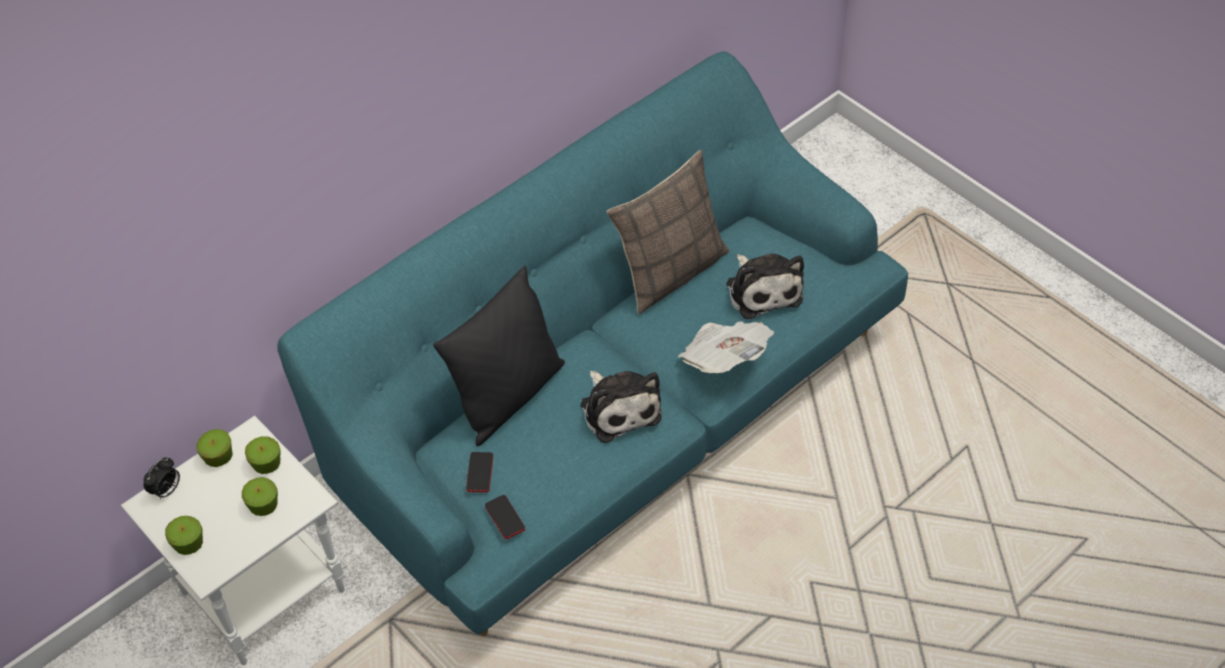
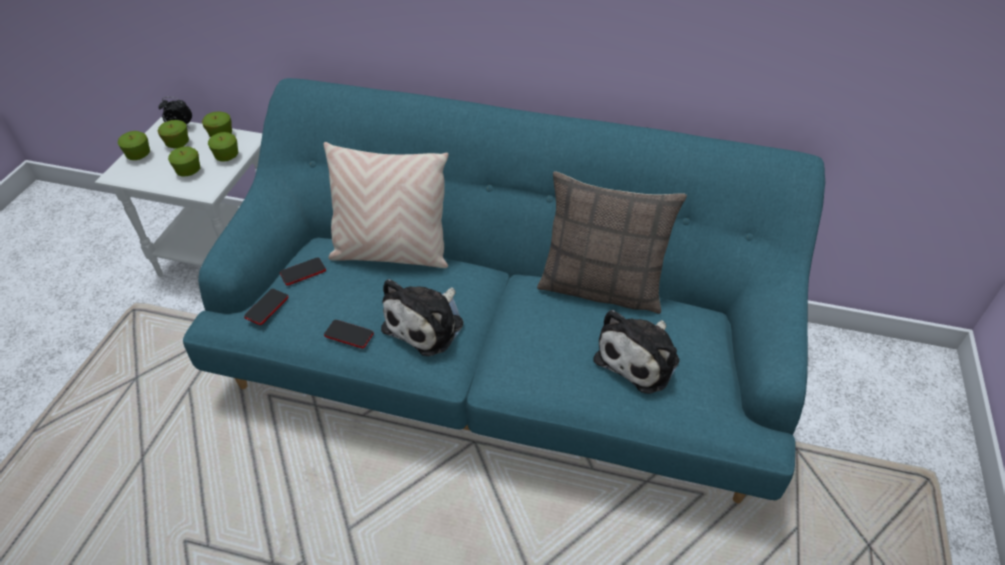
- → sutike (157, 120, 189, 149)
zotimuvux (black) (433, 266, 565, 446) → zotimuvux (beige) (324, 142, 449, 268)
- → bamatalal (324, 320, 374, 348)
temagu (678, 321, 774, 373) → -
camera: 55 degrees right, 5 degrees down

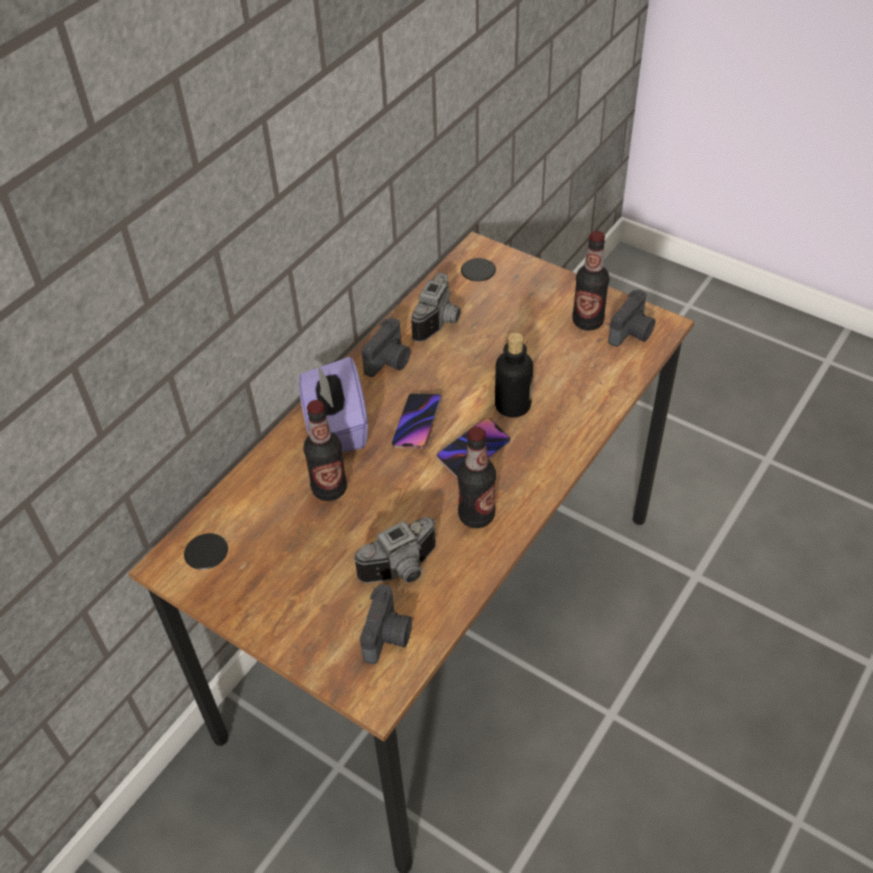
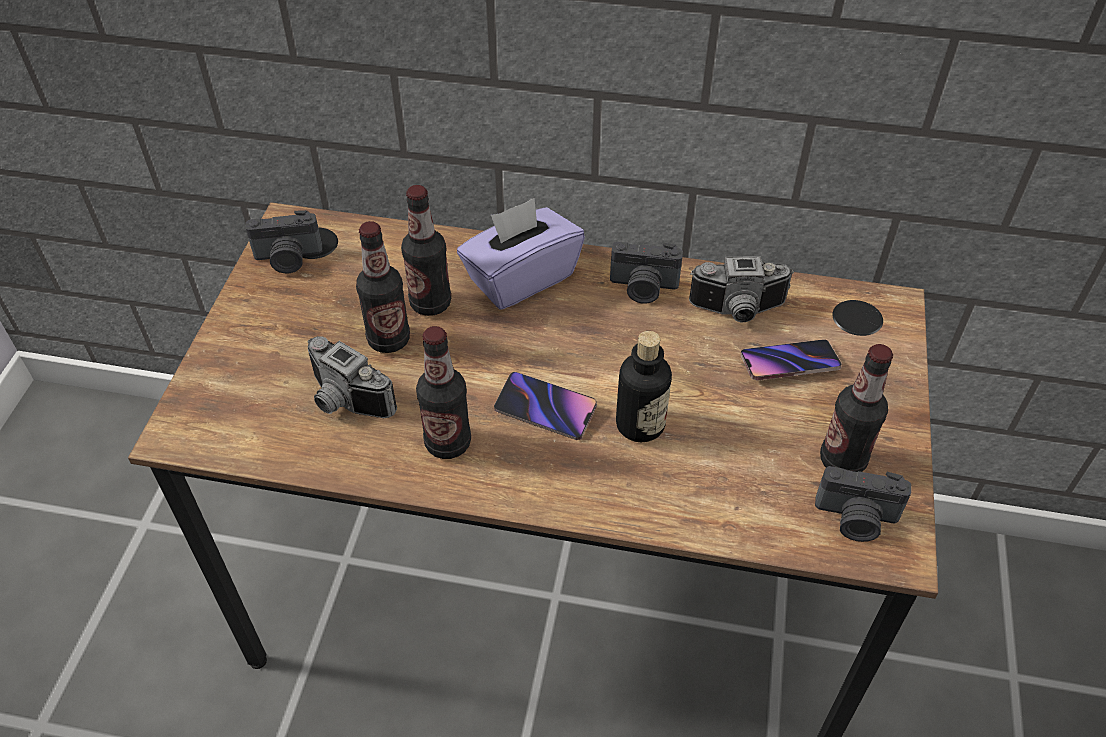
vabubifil (360, 584, 412, 664) → vabubifil (246, 210, 322, 273), move
- → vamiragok (356, 221, 410, 353)
bamatalal (391, 393, 442, 449) → bamatalal (741, 340, 842, 381), move
camera: 65 degrees right, 0 degrees up

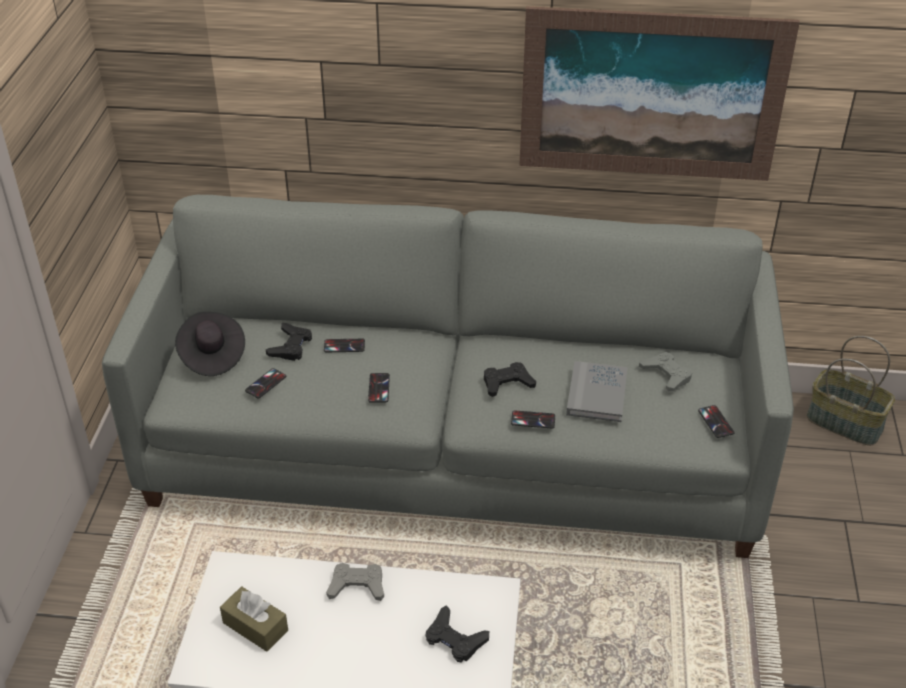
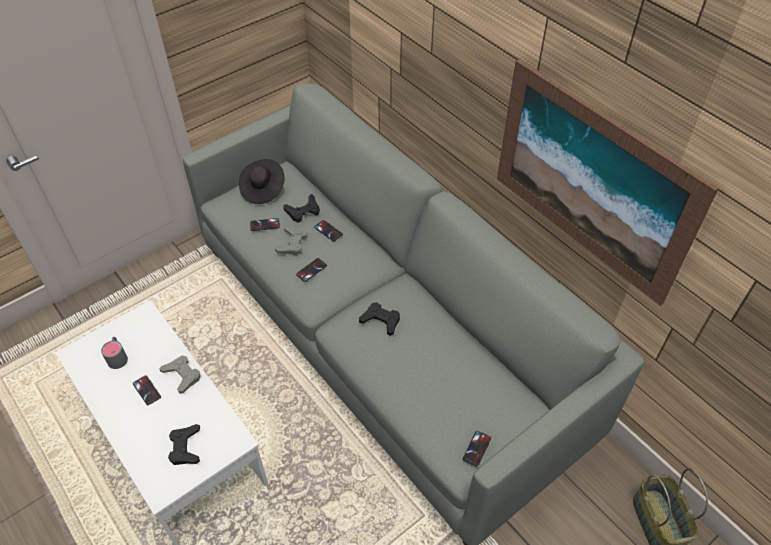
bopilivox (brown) (220, 587, 288, 652) → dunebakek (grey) (101, 337, 128, 369)
bamatalal (511, 411, 555, 428) → bamatalal (133, 375, 161, 405), move
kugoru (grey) (639, 352, 692, 392) → kugoru (grey) (275, 225, 308, 255), move
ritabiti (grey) (566, 361, 628, 422) → -
camera: 45 degrees right, 10 degrees up

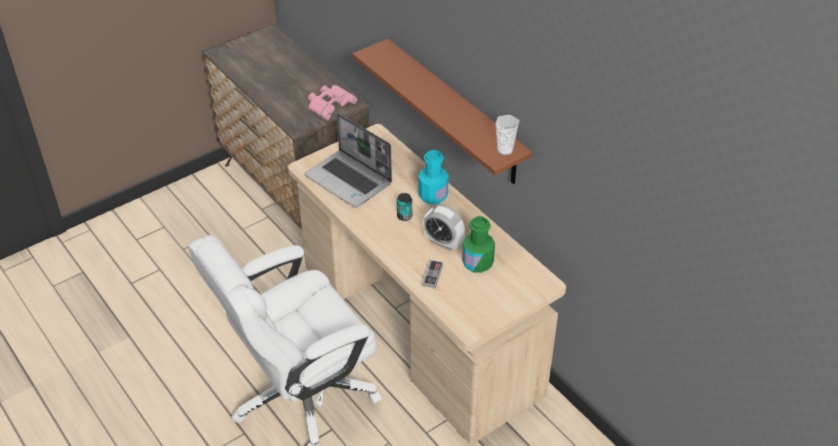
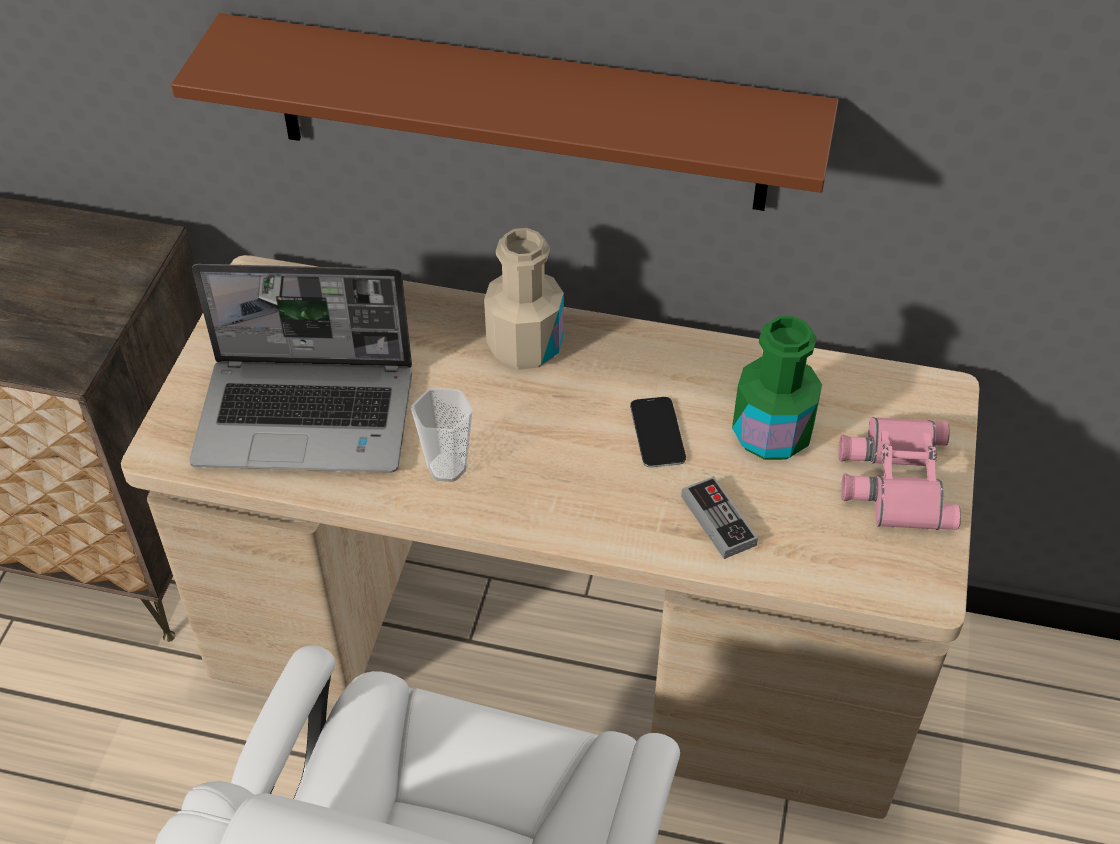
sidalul (495, 115, 519, 155) → sidalul (411, 388, 473, 482), move
vamiragok (turquoise) (418, 150, 449, 204) → vamiragok (beige) (484, 228, 564, 370)
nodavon (423, 205, 465, 251) → bamatalal (630, 397, 686, 468)
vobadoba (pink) (308, 85, 357, 120) → vobadoba (pink) (838, 417, 961, 530), move
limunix (397, 193, 412, 221) → -
camera: 40 degrees left, 5 degrees up

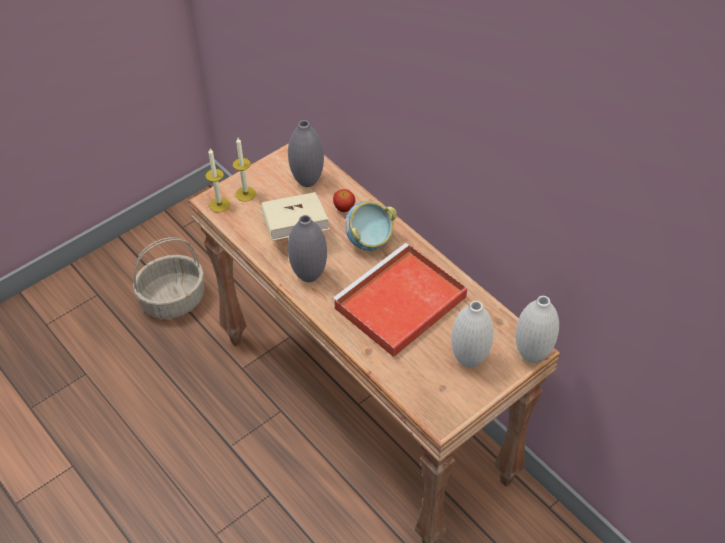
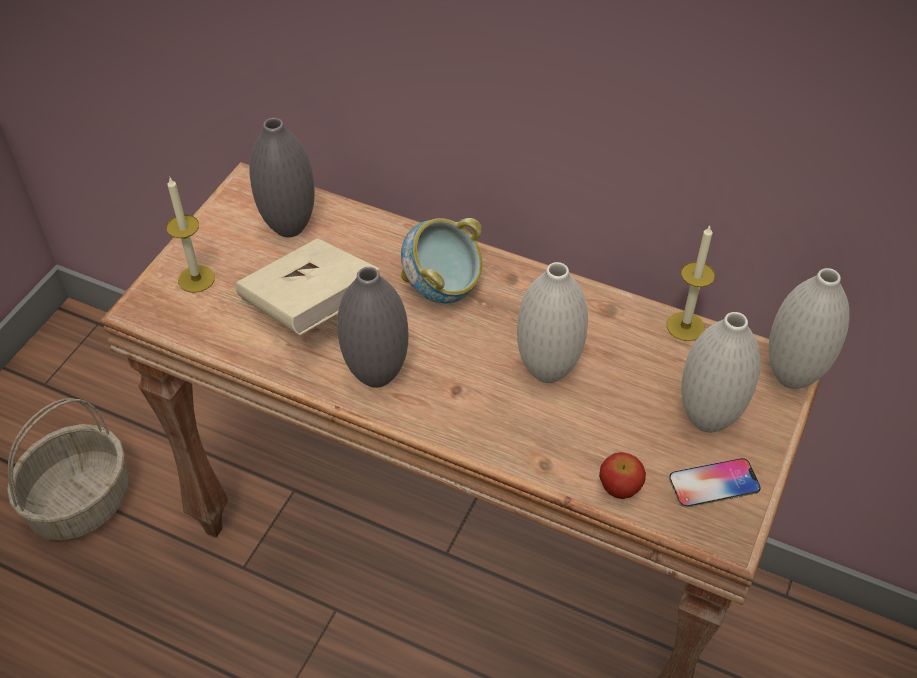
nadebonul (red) (332, 243, 468, 357) → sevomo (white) (517, 262, 588, 383)
sutike (333, 189, 355, 212) → sutike (599, 452, 646, 499), move
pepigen (205, 148, 230, 213) → pepigen (667, 225, 715, 341), move
- → bamatalal (669, 458, 761, 508)
camera: 25 degrees left, 0 degrees up

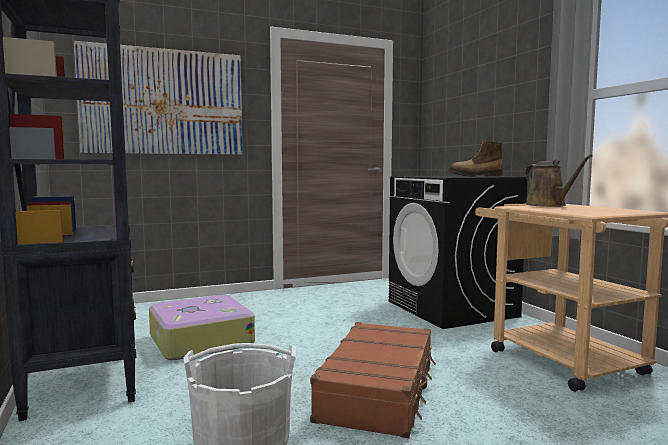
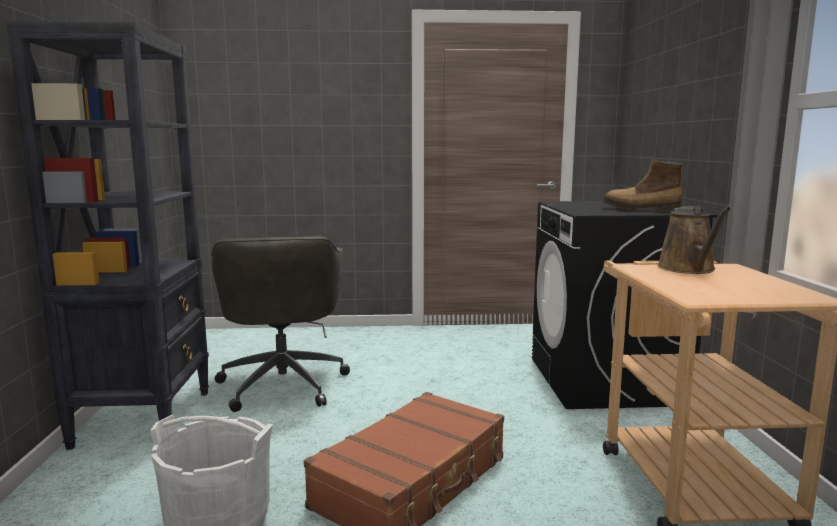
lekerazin (149, 295, 255, 360) → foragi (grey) (211, 236, 350, 412)
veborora (74, 41, 243, 155) → -
camera: 20 degrees right, 5 degrees up

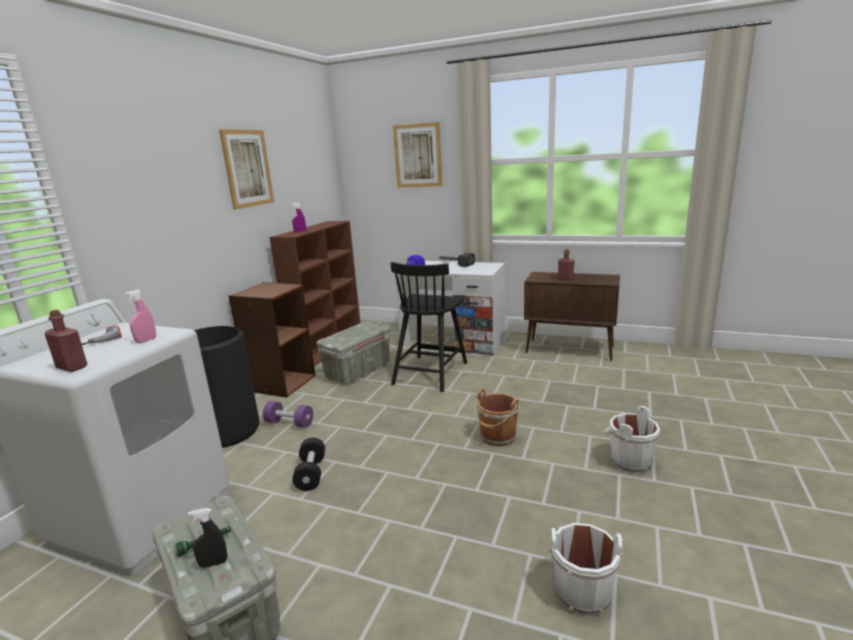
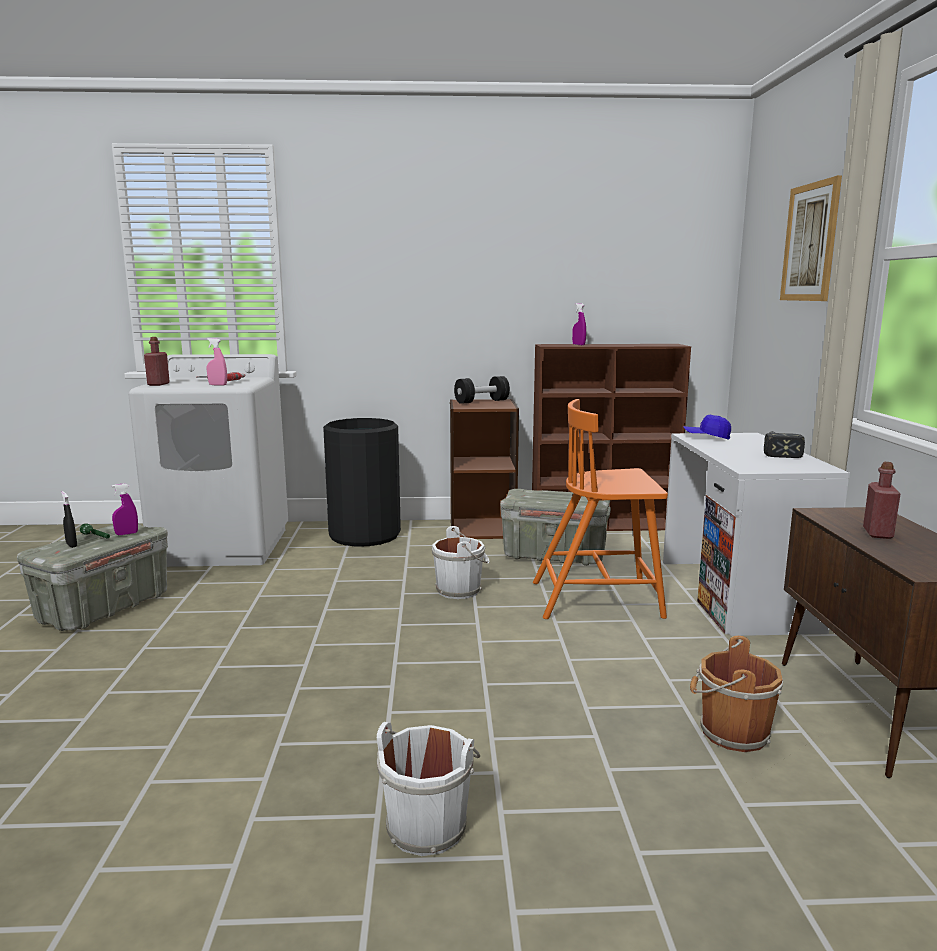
- → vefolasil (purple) (112, 483, 138, 535)
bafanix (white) (548, 523, 623, 616) → bafanix (white) (432, 526, 489, 599), move
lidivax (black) (292, 438, 325, 491) → lidivax (black) (454, 376, 510, 404), move
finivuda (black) (391, 262, 467, 392) → finivuda (orange) (533, 399, 668, 619)
bafanix (brown) (474, 389, 520, 446) → bafanix (brown) (690, 636, 783, 752), move
veborora (219, 129, 274, 209) → -
lidivax (purple) (263, 401, 313, 428) → -
camera: 65 degrees right, 5 degrees down

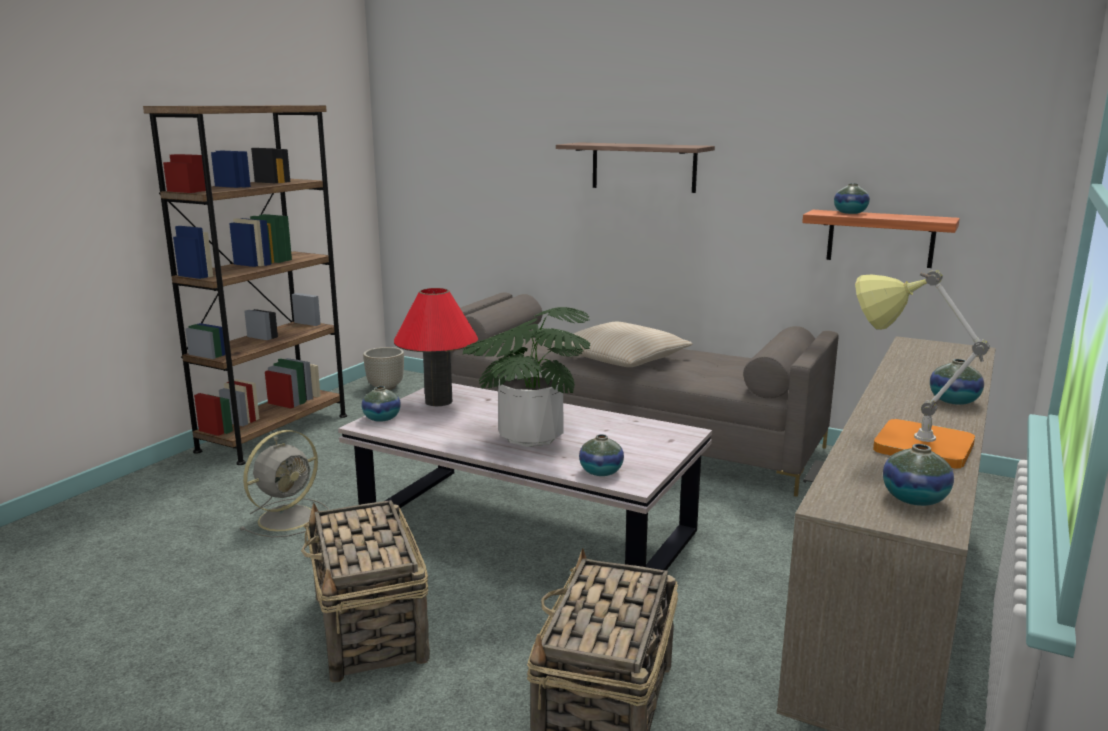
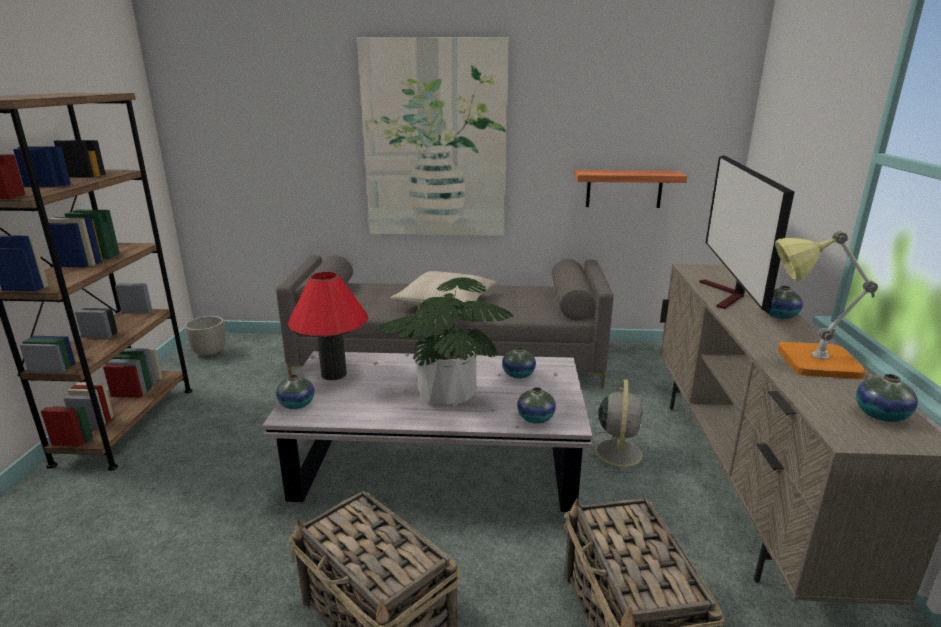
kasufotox (556, 142, 715, 193) → veborora (357, 37, 509, 236)
sevomo (834, 183, 870, 214) → sevomo (502, 347, 536, 378), move
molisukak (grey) (240, 430, 329, 537) → molisukak (grey) (585, 379, 653, 473), move
- → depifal (699, 155, 795, 313)
camera: 25 degrees left, 5 degrees up

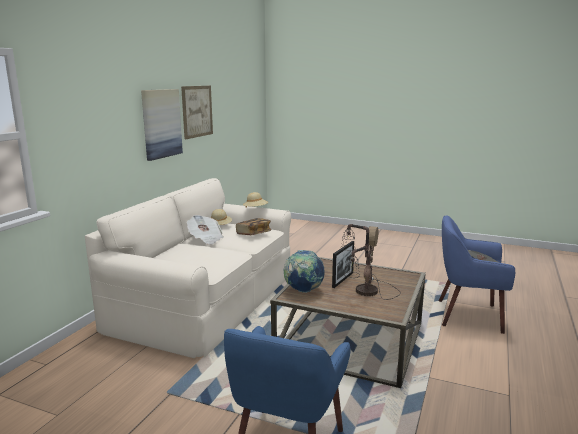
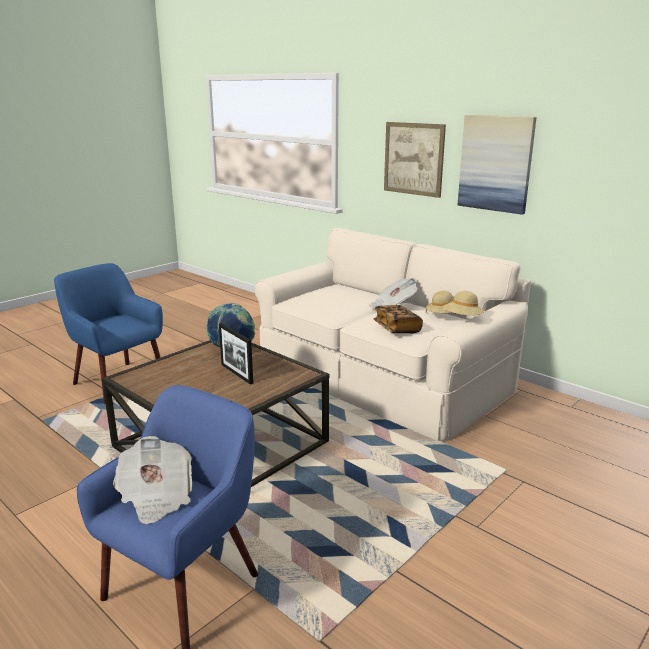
veborora (181, 86, 213, 139) → veborora (384, 122, 446, 198), move
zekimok (341, 224, 401, 300) → -
camera: 110 degrees right, 5 degrees up

